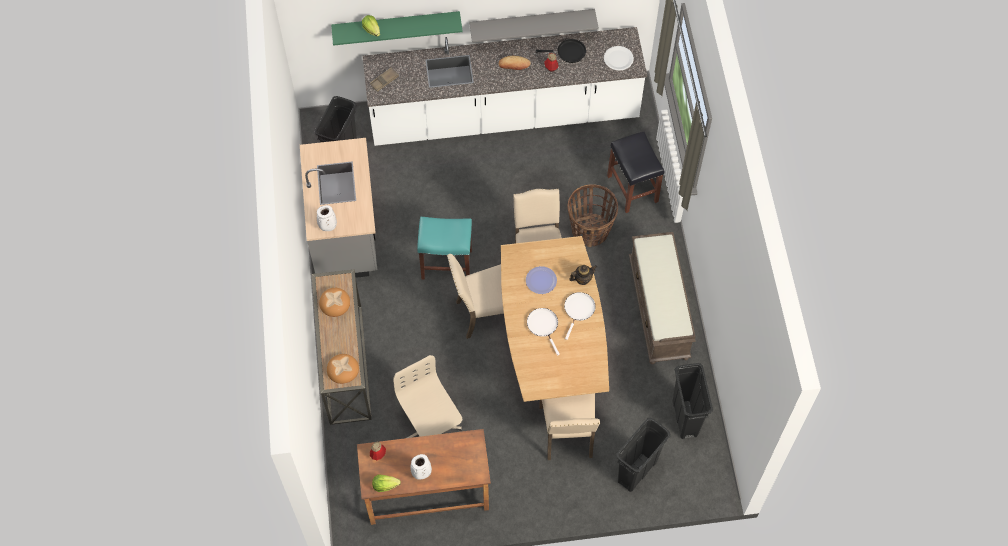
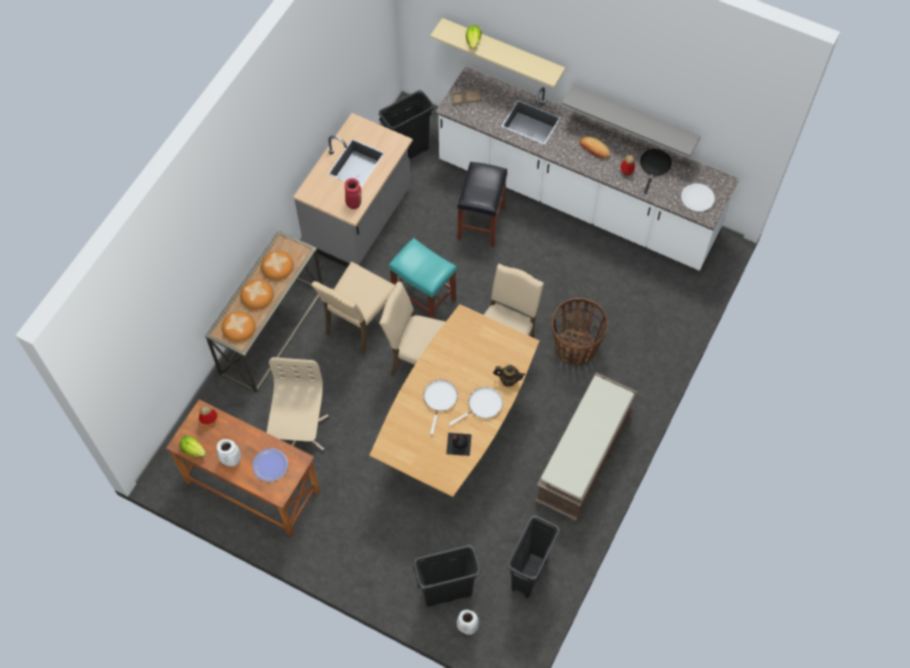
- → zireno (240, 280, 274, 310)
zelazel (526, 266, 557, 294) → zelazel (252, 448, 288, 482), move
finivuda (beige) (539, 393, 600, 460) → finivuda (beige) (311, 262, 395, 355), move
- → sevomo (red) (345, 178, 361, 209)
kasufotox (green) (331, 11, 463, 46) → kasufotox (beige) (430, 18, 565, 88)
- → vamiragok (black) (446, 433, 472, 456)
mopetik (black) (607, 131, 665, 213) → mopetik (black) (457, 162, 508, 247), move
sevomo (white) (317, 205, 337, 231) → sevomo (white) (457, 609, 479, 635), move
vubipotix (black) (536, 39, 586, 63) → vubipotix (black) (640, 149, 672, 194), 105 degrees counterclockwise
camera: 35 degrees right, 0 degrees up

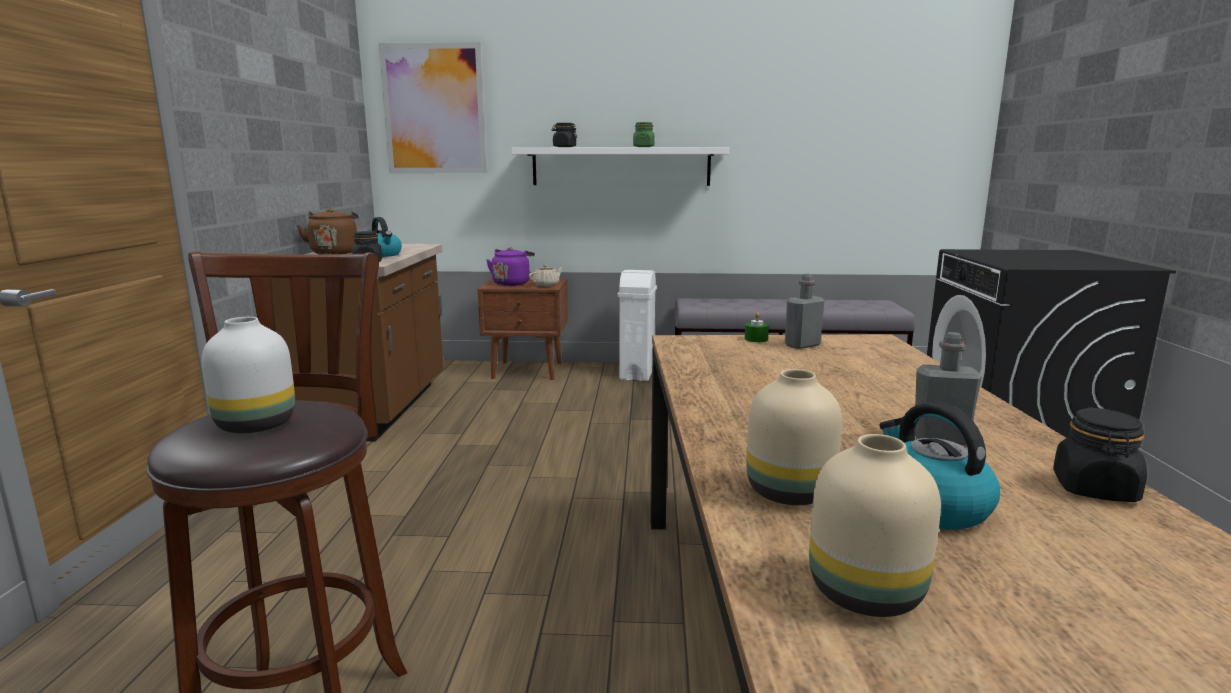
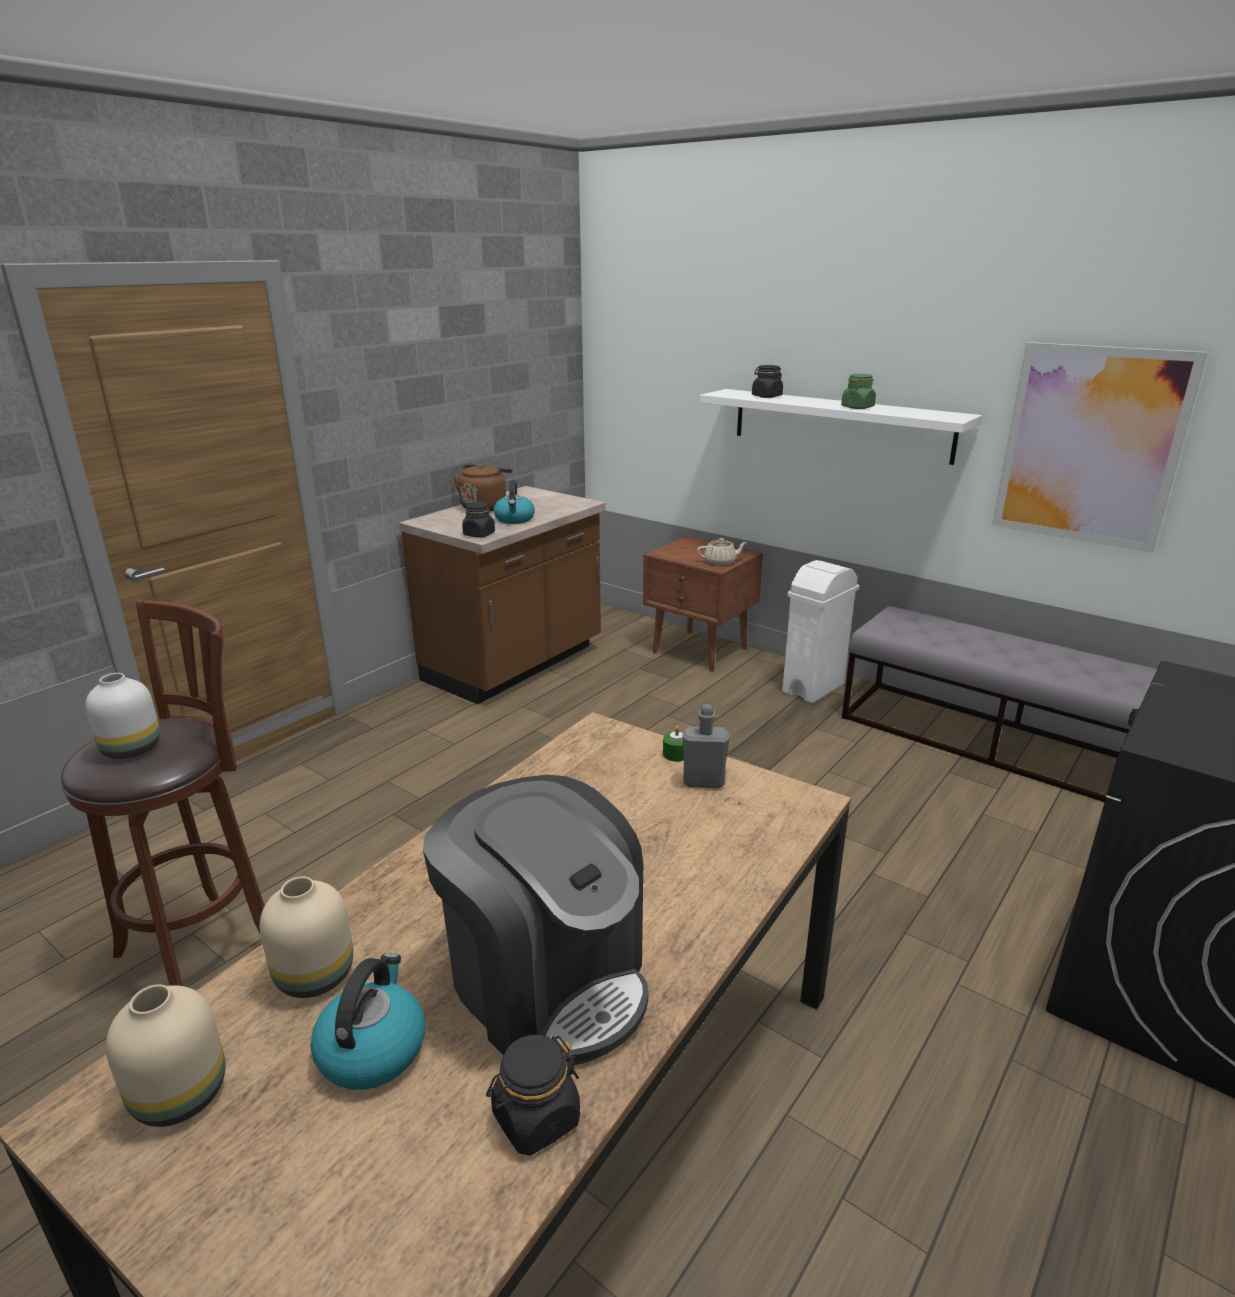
vamiragok (grey) (915, 332, 982, 445) → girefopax (423, 774, 648, 1066)
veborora (379, 42, 487, 173) → veborora (992, 342, 1208, 553), move
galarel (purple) (486, 247, 535, 286) → -
camera: 35 degrees right, 10 degrees up

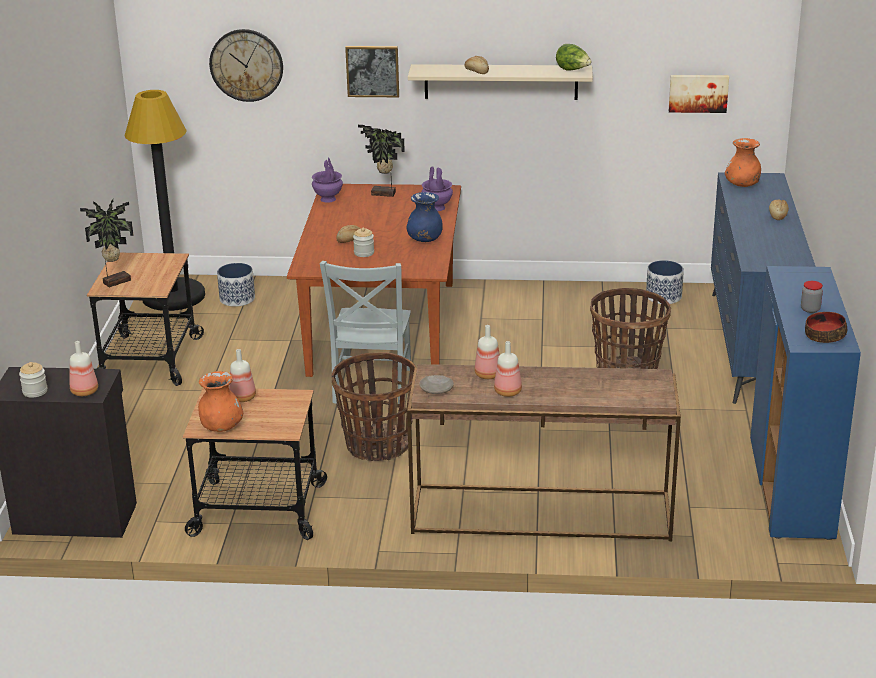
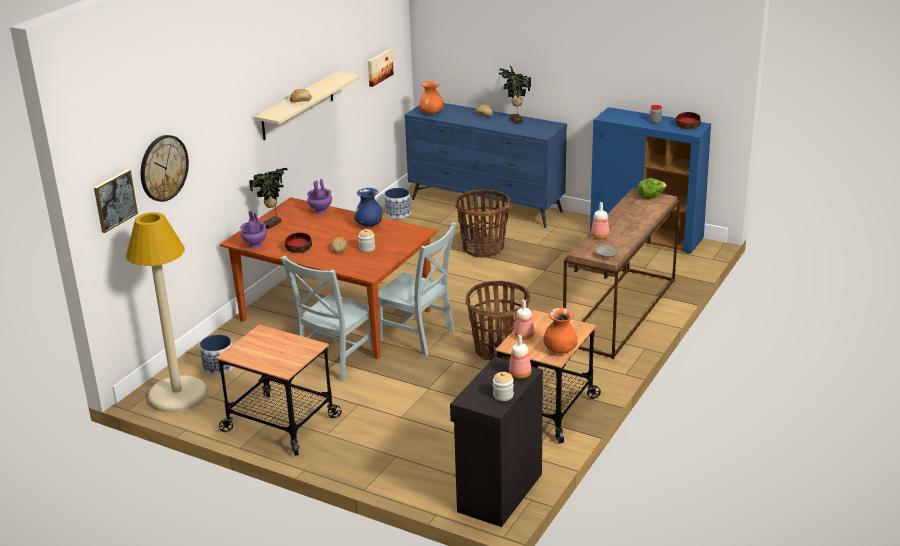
veborora (345, 46, 399, 97) → veborora (94, 169, 138, 233), move
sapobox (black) (125, 90, 205, 311) → sapobox (beige) (126, 212, 208, 413)
- → finivuda (grey) (281, 256, 373, 381)
- → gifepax (285, 232, 312, 253)
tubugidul (80, 199, 134, 288) → tubugidul (499, 66, 531, 124), move
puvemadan (556, 44, 592, 71) → puvemadan (637, 178, 667, 199), move
vamiragok (494, 341, 522, 397) → -
camera: 65 degrees left, 0 degrees up

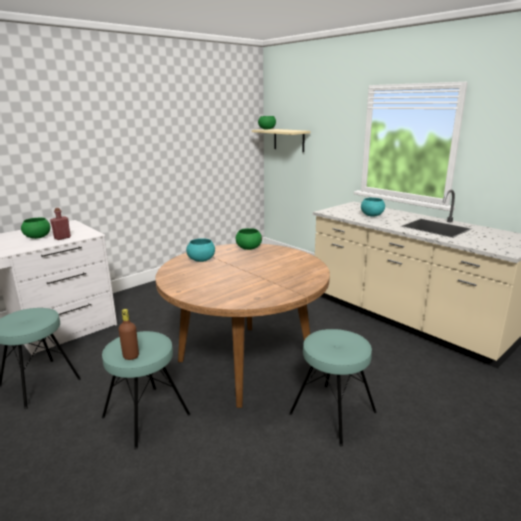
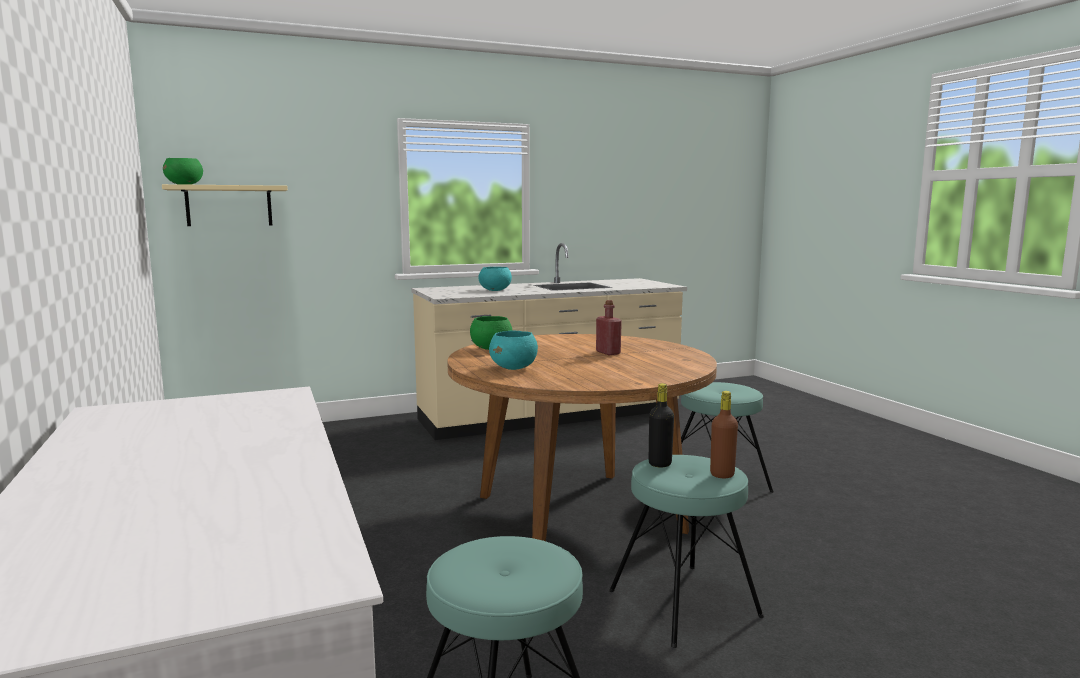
vamiragok (red) (50, 208, 71, 240) → vamiragok (red) (596, 300, 622, 355), move
- → vamiragok (black) (649, 383, 674, 467)
gifepax (green) (21, 217, 51, 239) → -
camera: 70 degrees left, 10 degrees down

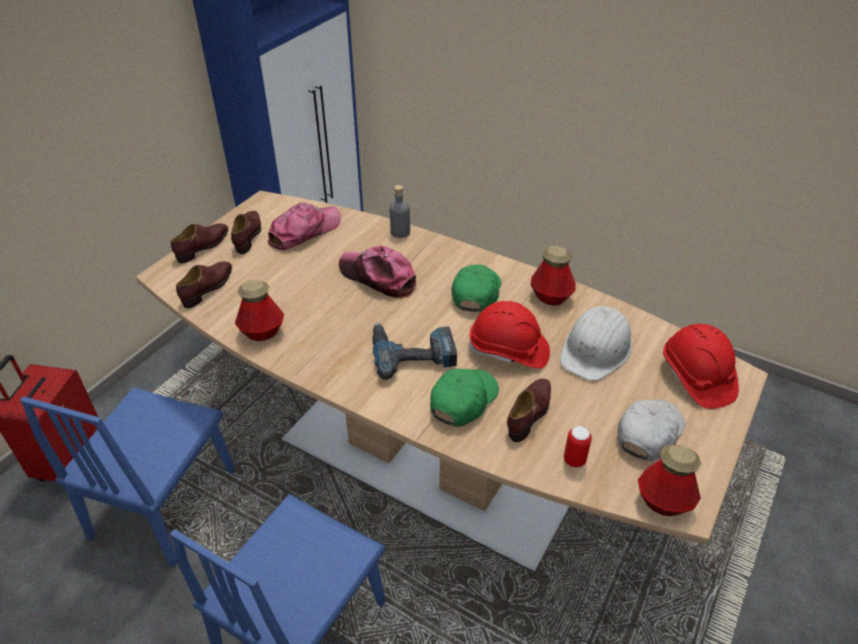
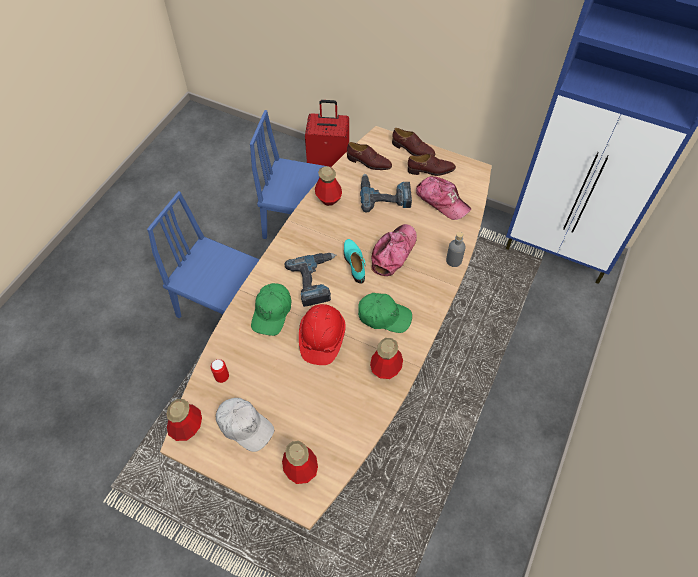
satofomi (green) (430, 369, 499, 427) → satofomi (green) (251, 283, 291, 336), 75 degrees clockwise
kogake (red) (663, 324, 739, 409) → vamiragok (282, 441, 318, 484)
- → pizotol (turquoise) (344, 239, 366, 284)
- → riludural (360, 174, 412, 212)
pizotol (brown) (507, 379, 551, 442) → -
kogake (white) (560, 306, 632, 381) → -
camera: 85 degrees right, 15 degrees up

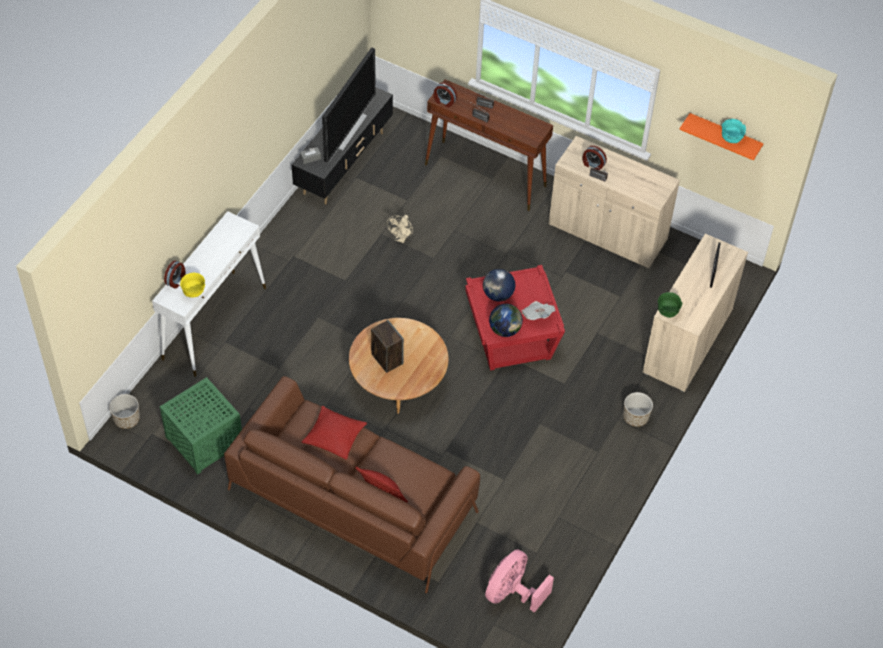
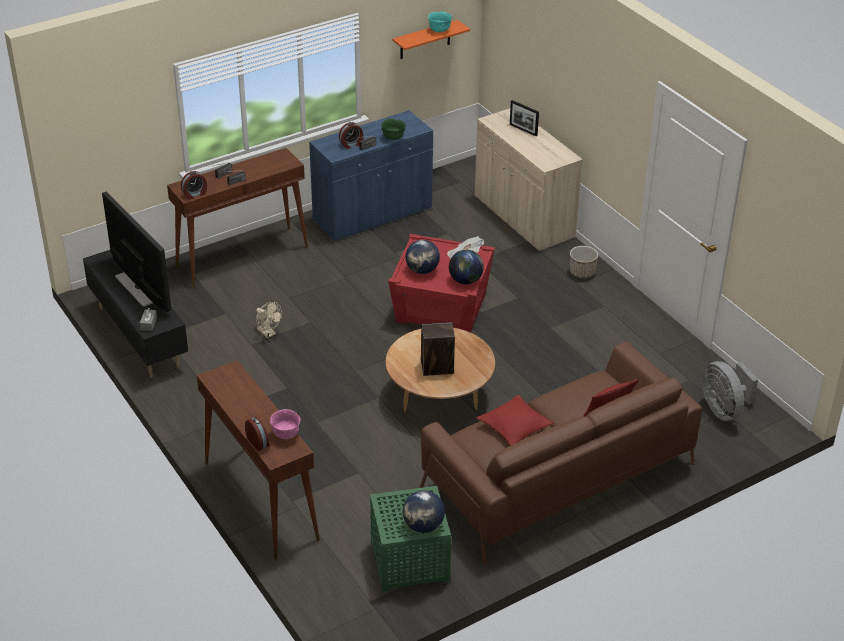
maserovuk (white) (152, 211, 266, 377) → maserovuk (brown) (197, 360, 320, 560)
gifepax (yellow) (180, 273, 205, 298) → gifepax (pink) (270, 409, 300, 439)
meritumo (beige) (549, 136, 680, 268) → meritumo (blue) (309, 110, 433, 242)
gifepax (green) (658, 292, 683, 318) → gifepax (green) (381, 119, 406, 140), move
- → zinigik (403, 490, 445, 533)
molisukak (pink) (485, 550, 554, 613) → molisukak (grey) (702, 361, 758, 421)
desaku (109, 394, 140, 429) → -
camera: 60 degrees left, 15 degrees down

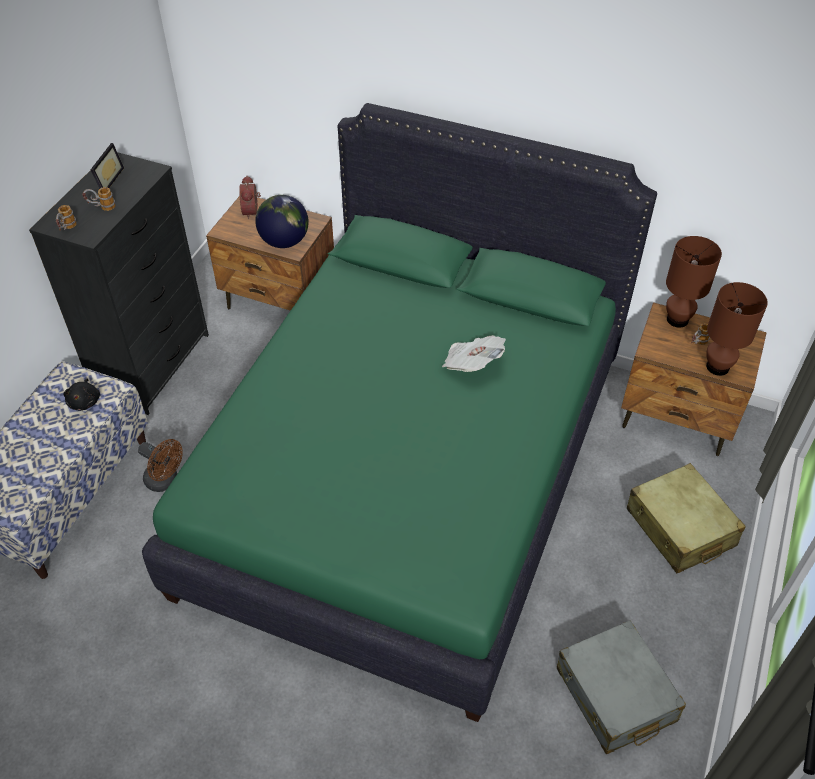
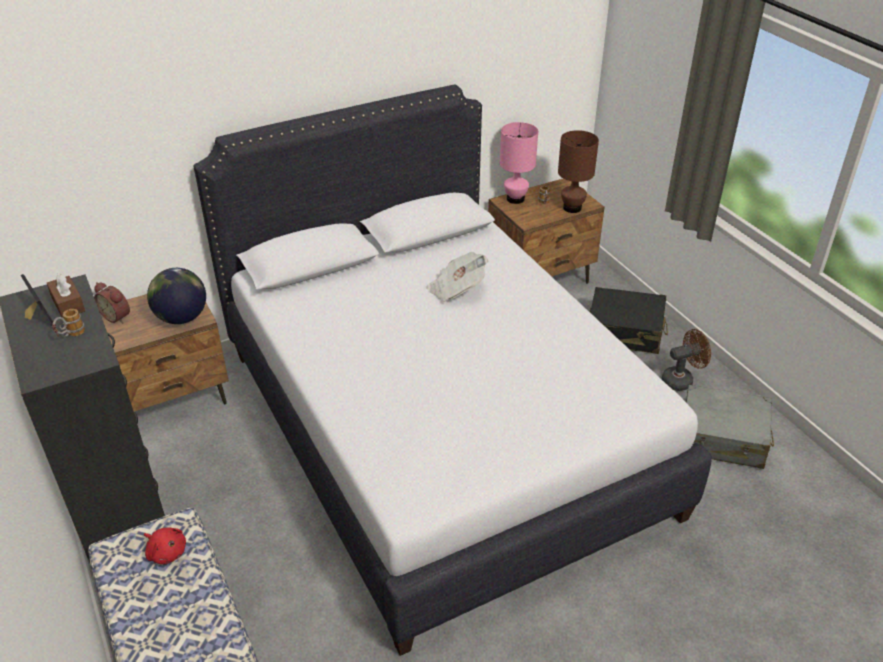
- → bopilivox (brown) (47, 273, 85, 318)
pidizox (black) (63, 379, 100, 410) → pidizox (red) (144, 527, 186, 564)
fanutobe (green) (142, 103, 657, 722) → fanutobe (white) (193, 84, 712, 656)
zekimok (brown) (666, 236, 722, 327) → zekimok (pink) (500, 122, 538, 204)
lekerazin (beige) (627, 463, 746, 573) → lekerazin (black) (590, 287, 668, 354)
molisukak (brown) (138, 439, 183, 492) → molisukak (brown) (662, 329, 711, 391), move
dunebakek (56, 205, 77, 230) → -
camera: 50 degrees left, 10 degrees down

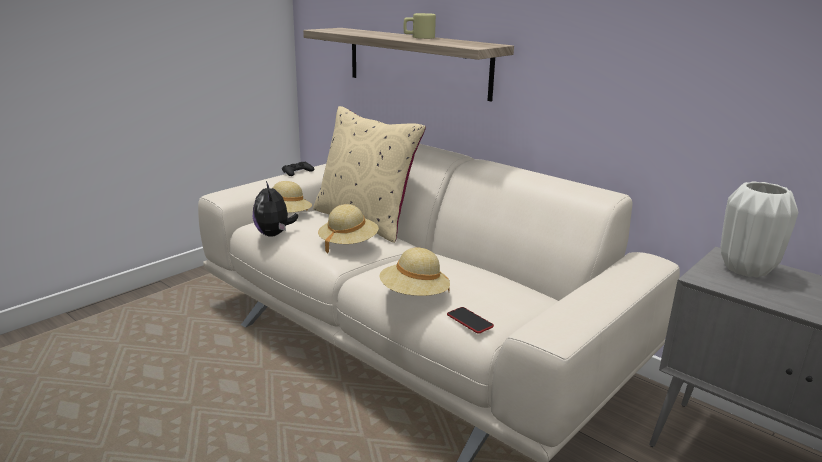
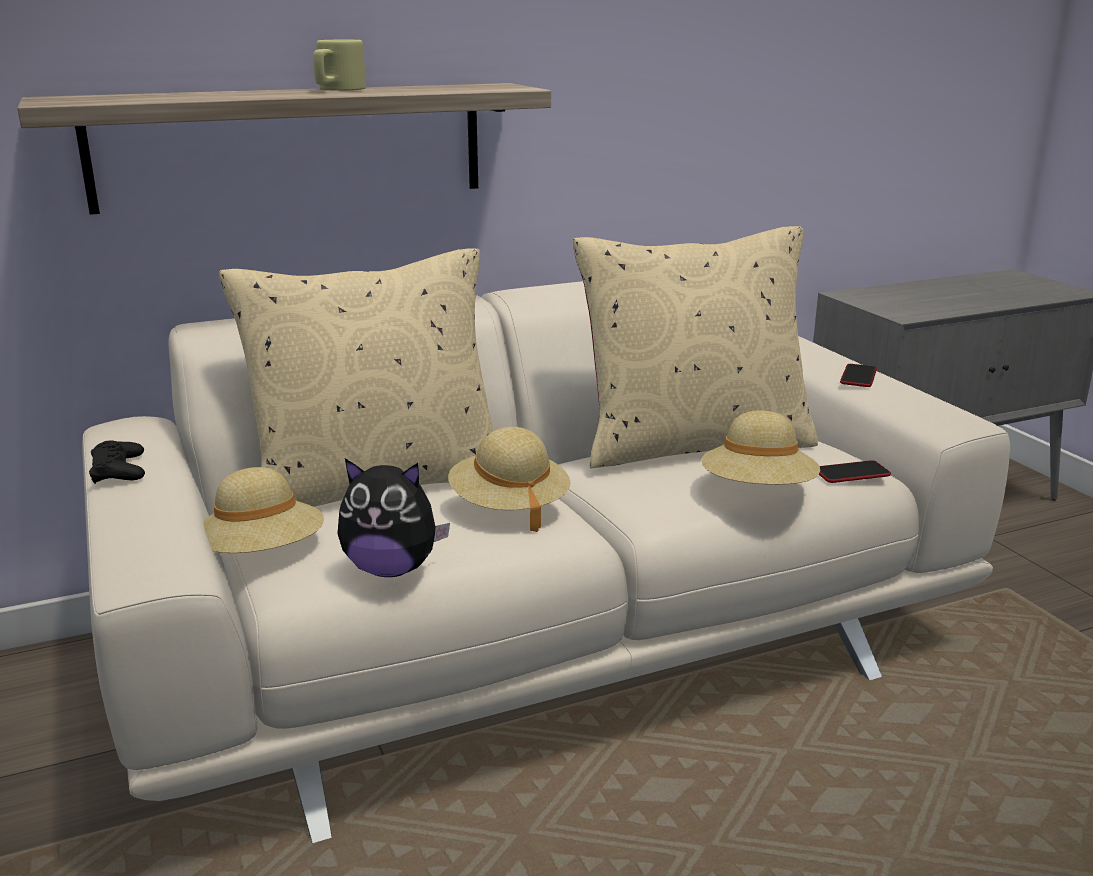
- → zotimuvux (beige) (573, 226, 818, 468)
- → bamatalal (840, 364, 877, 387)
sevomo (white) (720, 181, 798, 277) → -
camera: 65 degrees left, 0 degrees up

